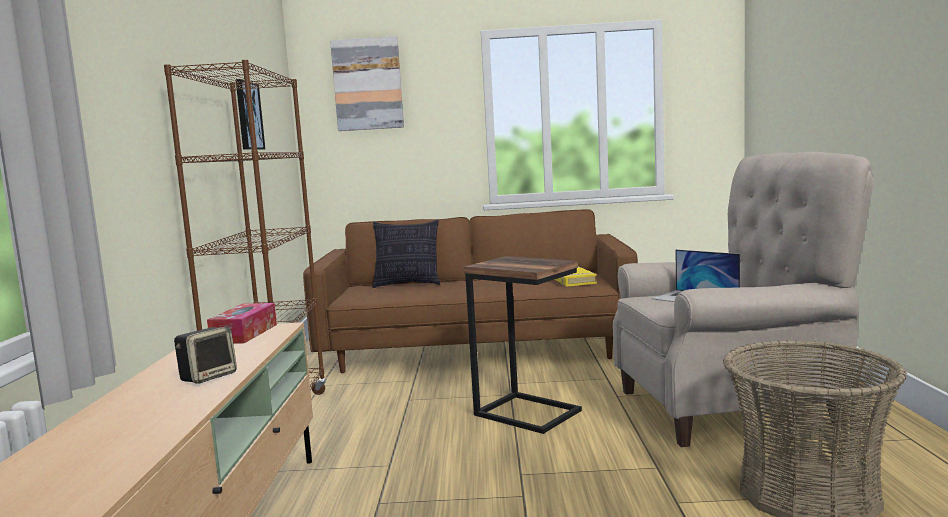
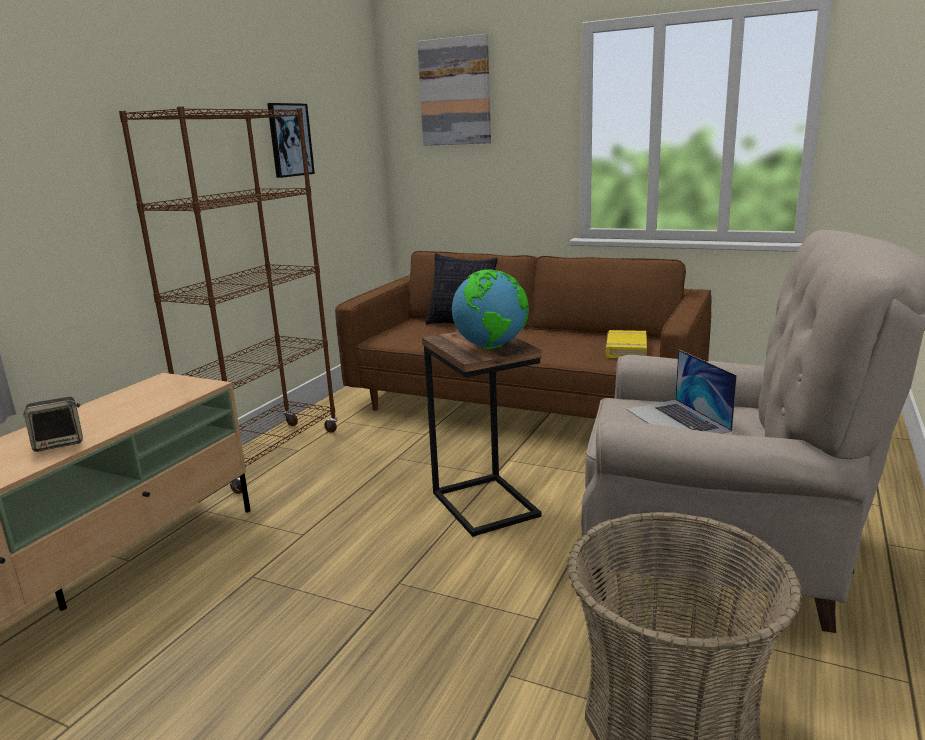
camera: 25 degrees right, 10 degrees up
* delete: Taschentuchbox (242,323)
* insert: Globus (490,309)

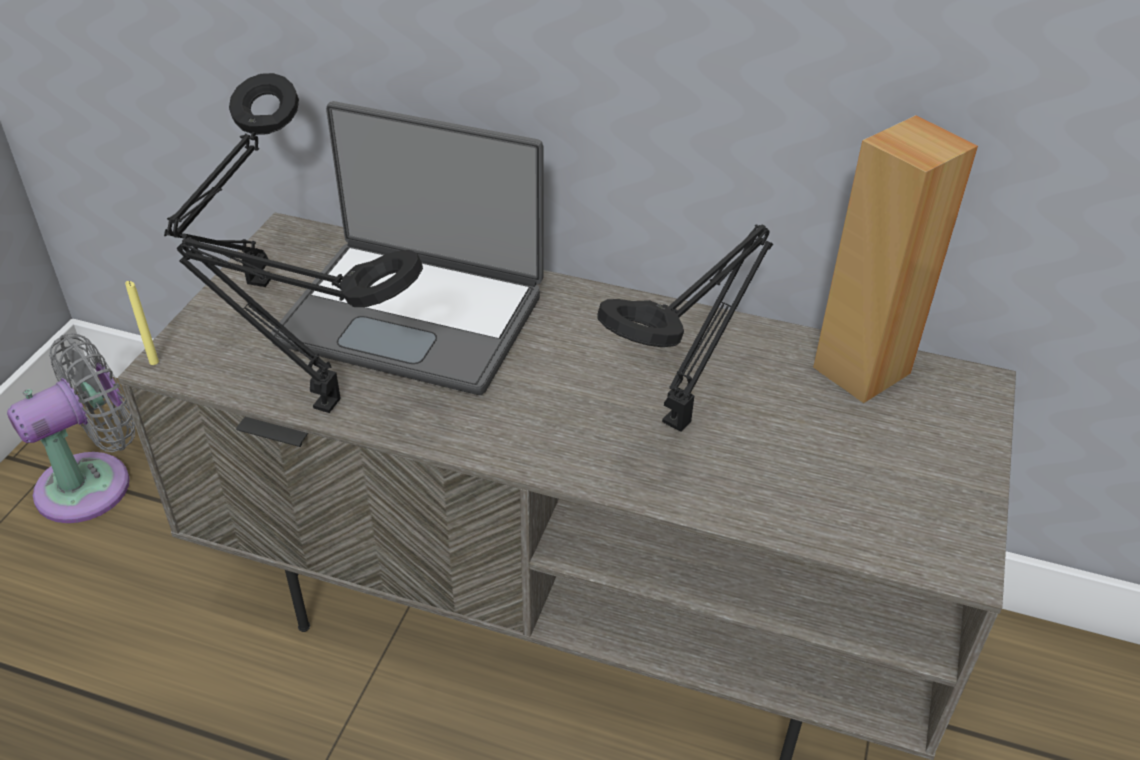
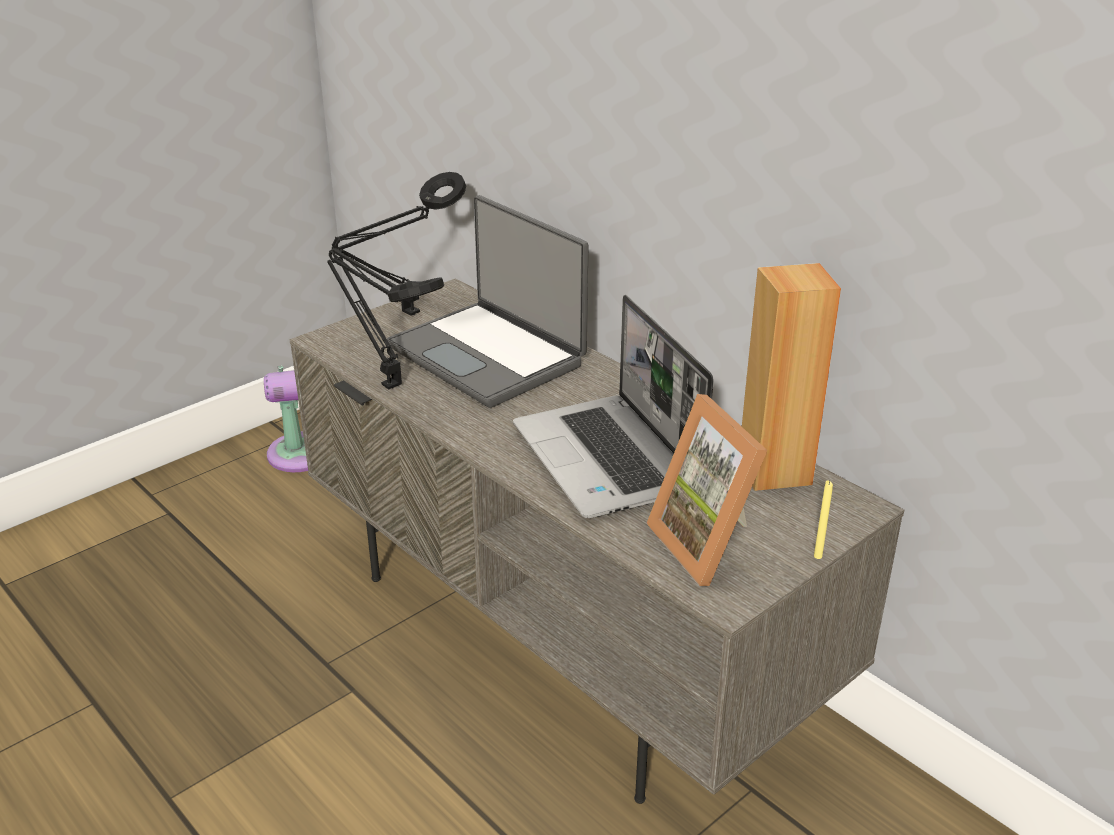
camera: 30 degrees right, 10 degrees down
* move: Kerze (gelb) (142,323) to (823,519)
* replace: Tischlampe (schwarz) (685,328) to Laptop (613,406)
* insert: Bilderrahmen (707,490)

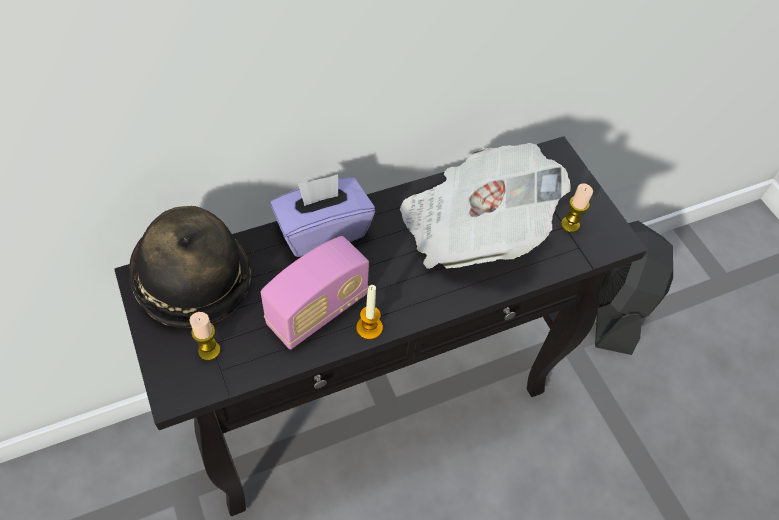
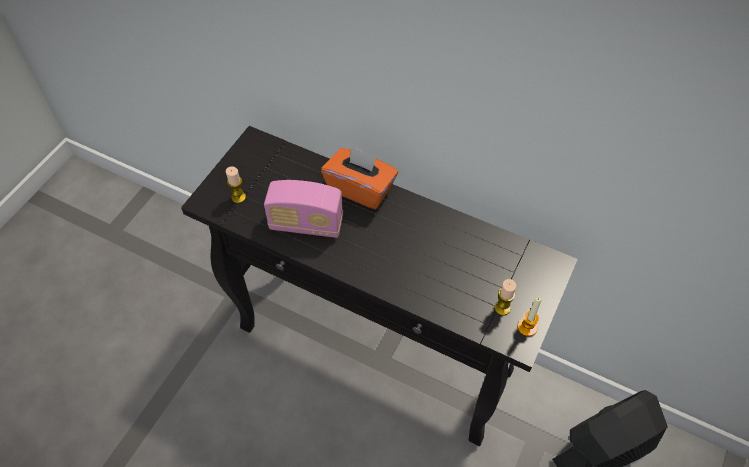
camera: 55 degrees right, 0 degrees up
* delete: Hut (190,267)
* recolor: Taschentuchbox (lila) (322,215) to Taschentuchbox (orange) (359,177)
* move: Kerze (369,312) to (529,316)
* delete: Zeitung (485,206)

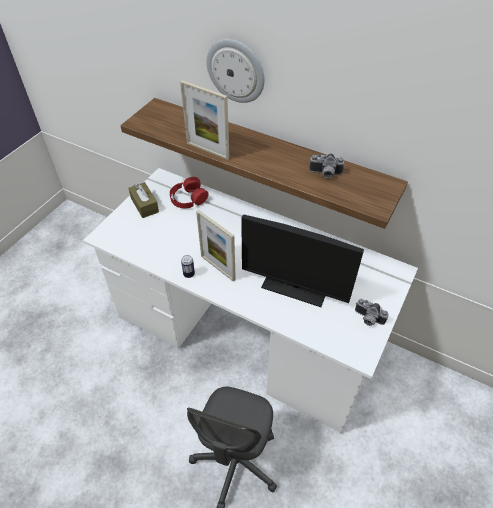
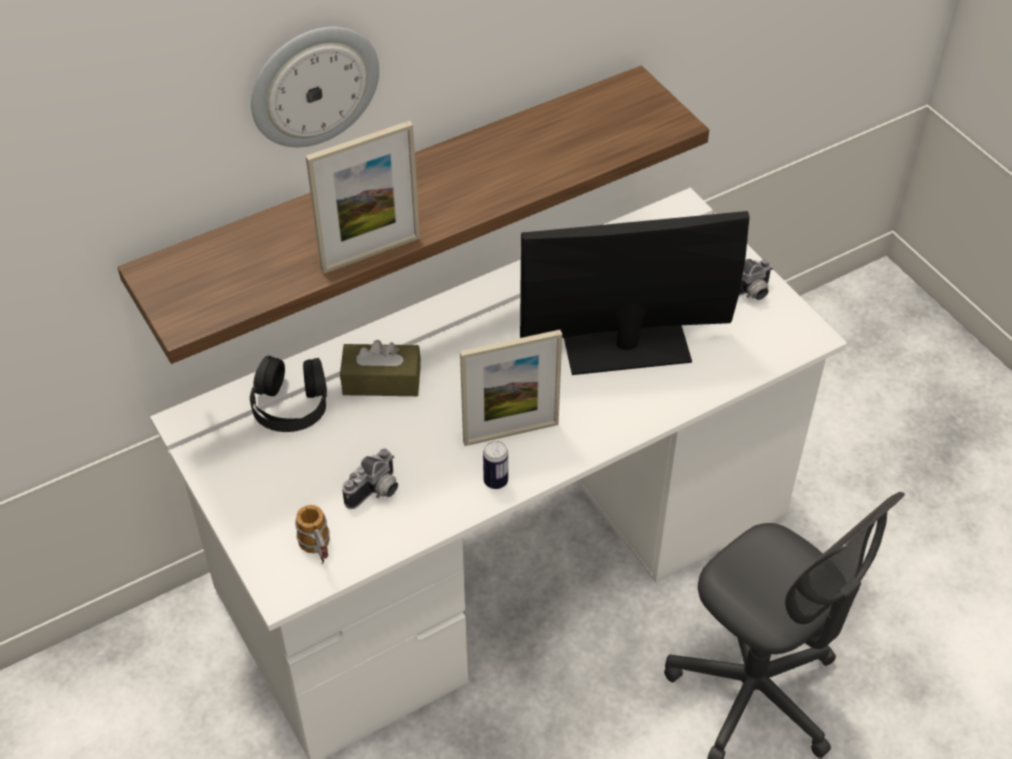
camera: 60 degrees left, 0 degrees up
* move: Taschentuchbox (braun) (143,200) to (380,368)
* recolor: Kopfhörer (rot) (189,192) to Kopfhörer (schwarz) (288,394)
* rotate: Monitor (302,261) = (635,293) 150 degrees counterclockwise
* move: Kamera (327,165) to (370,478)
* insert: Henkelbecher (312,534)

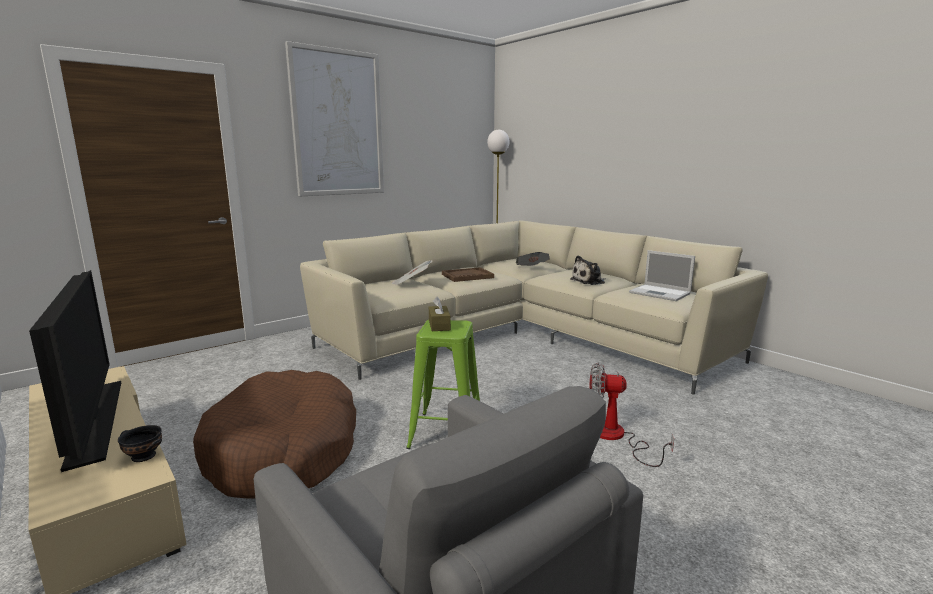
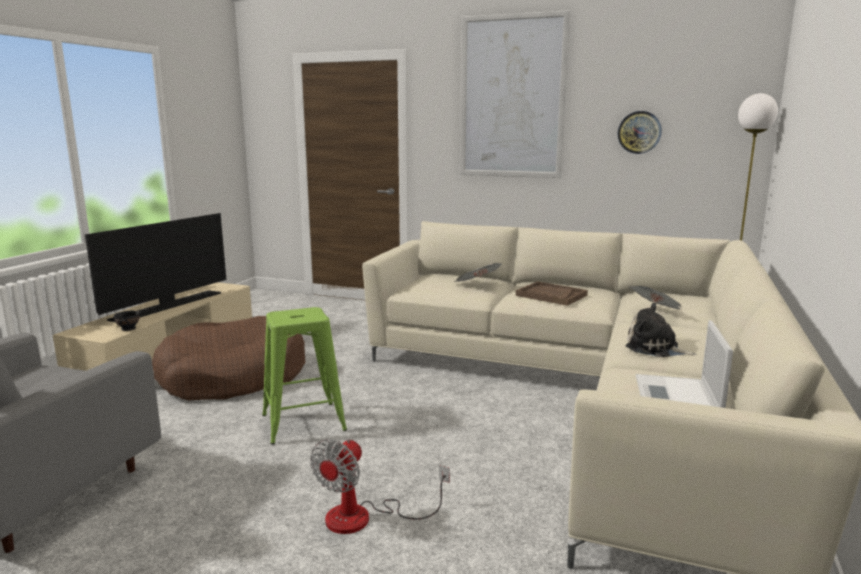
camera: 60 degrees right, 0 degrees up
* delete: Taschentuchbox (braun) (440,314)
* rotate: Ventilator (632,414) = (380,486) 135 degrees counterclockwise
* insert: Wanduhr (640,132)

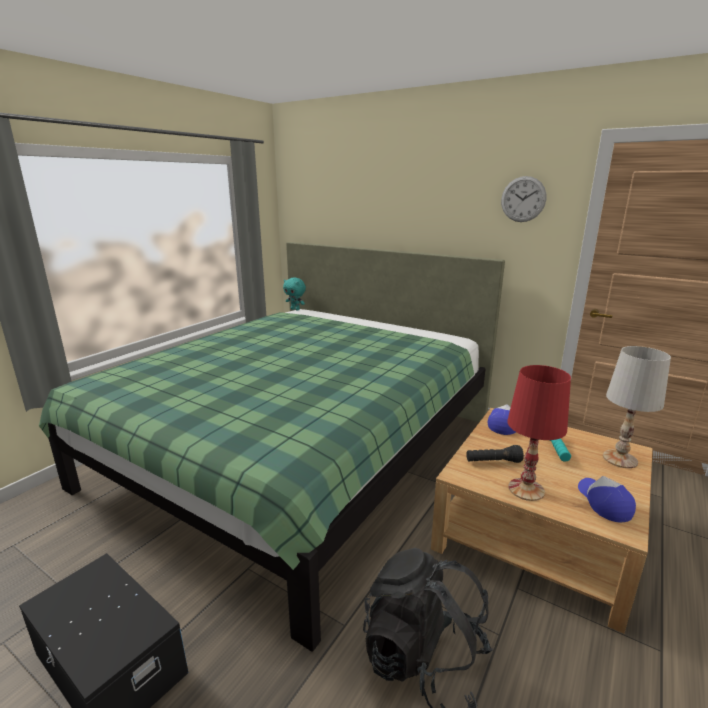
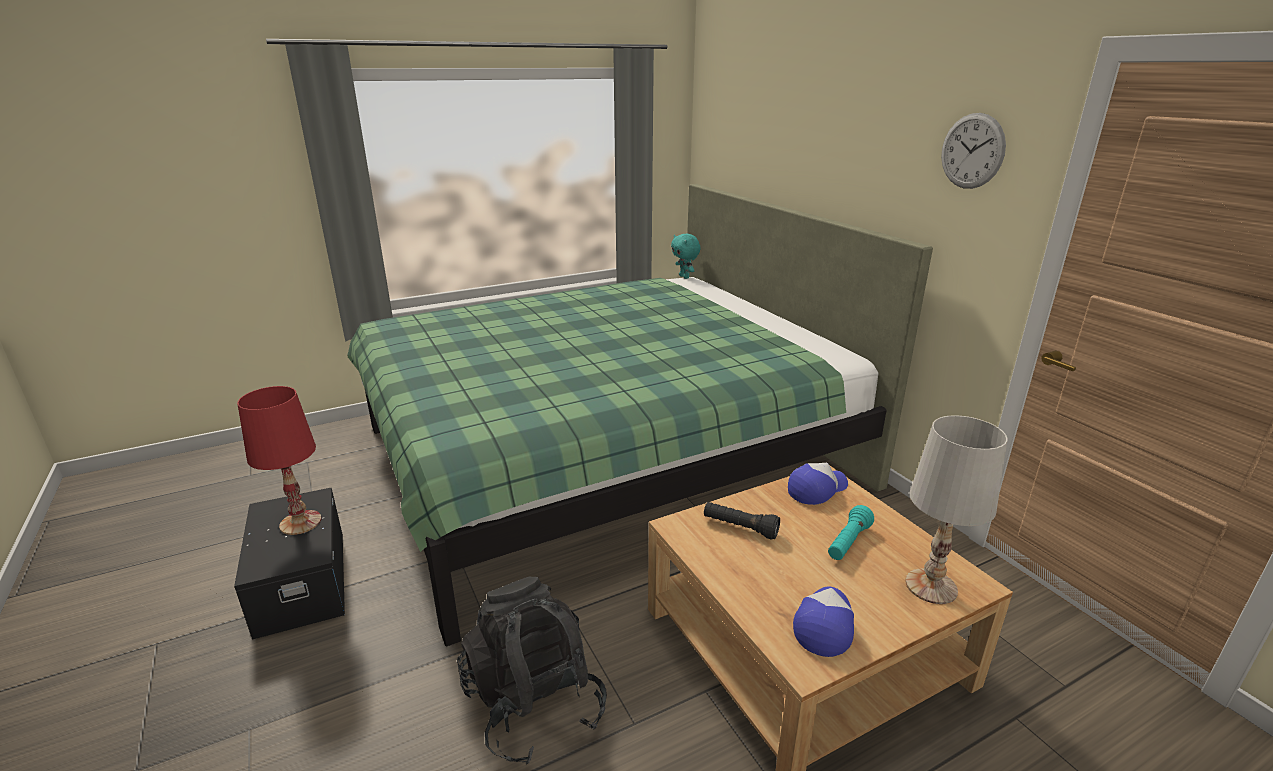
camera: 30 degrees right, 5 degrees up
* move: Tischlampe (rot) (539,433) to (279,460)

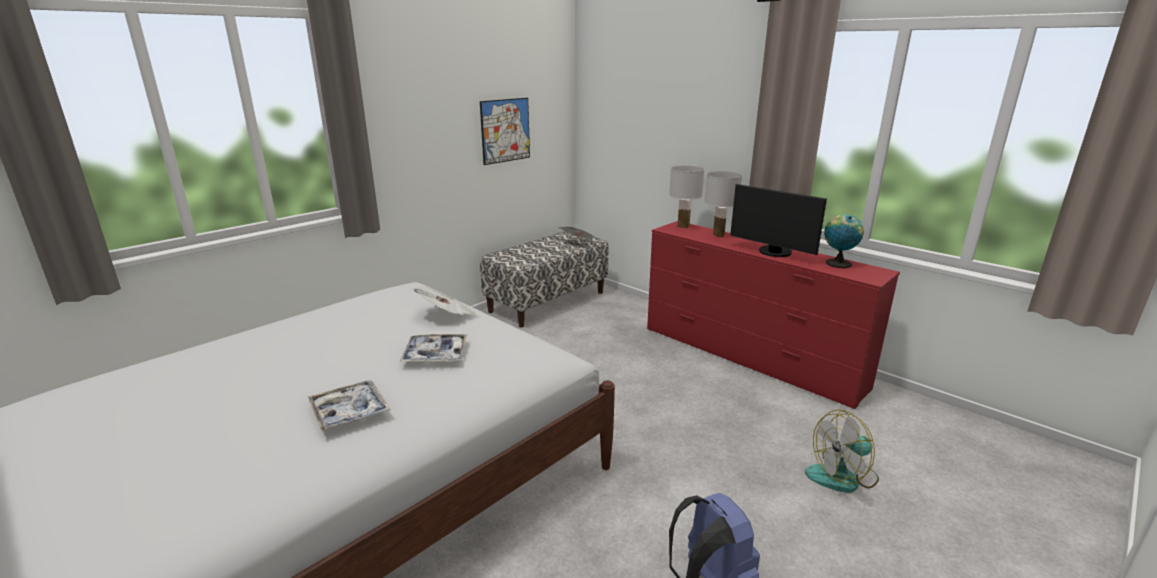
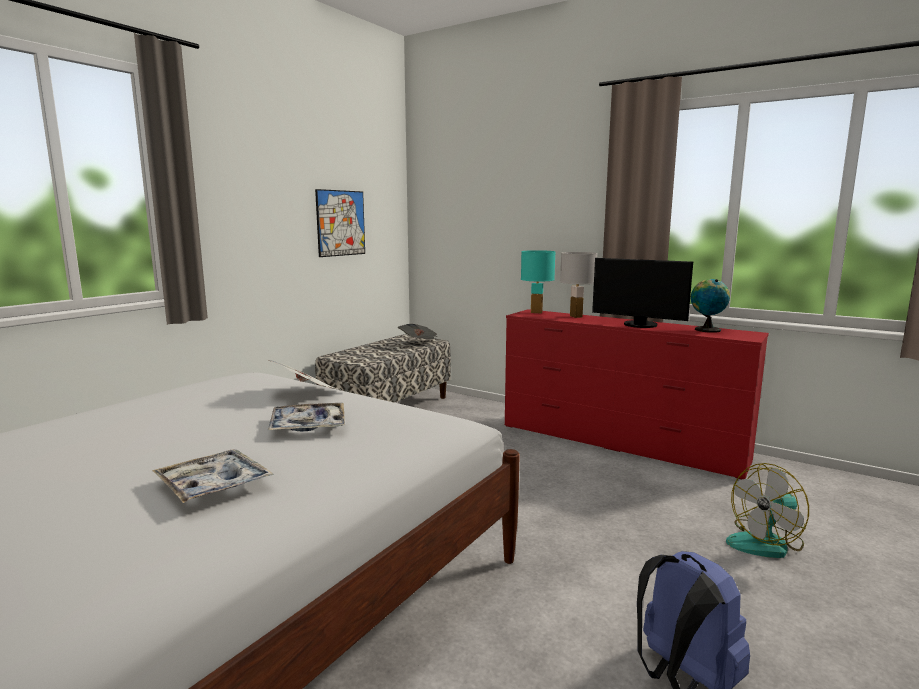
camera: 10 degrees left, 10 degrees down
* recolor: Tischlampe (weiß) (686,196) to Tischlampe (türkis) (538,281)

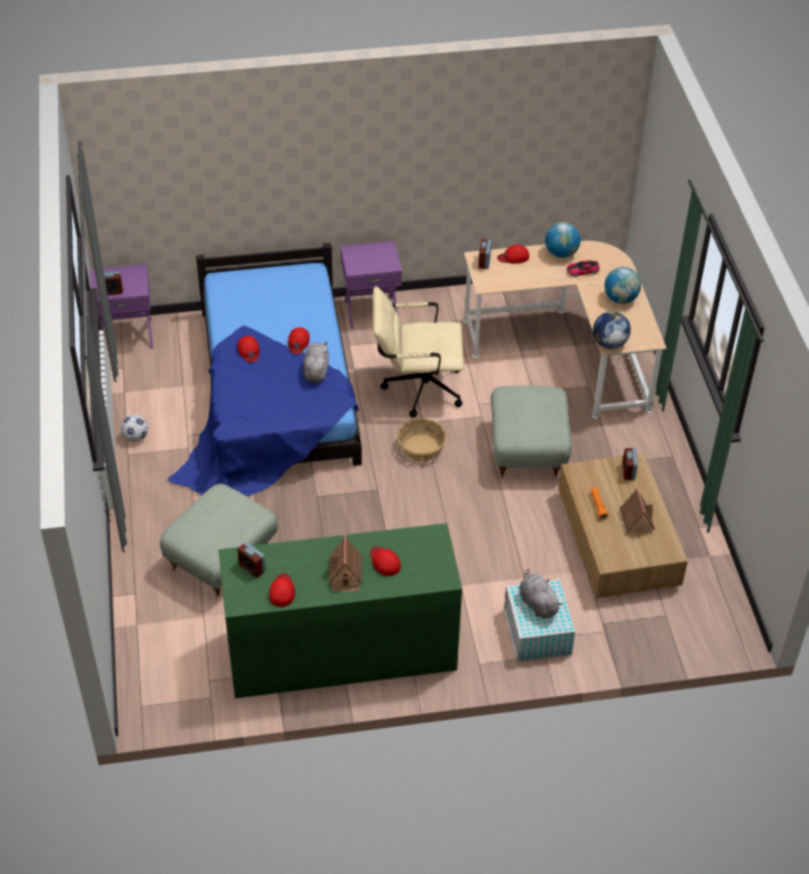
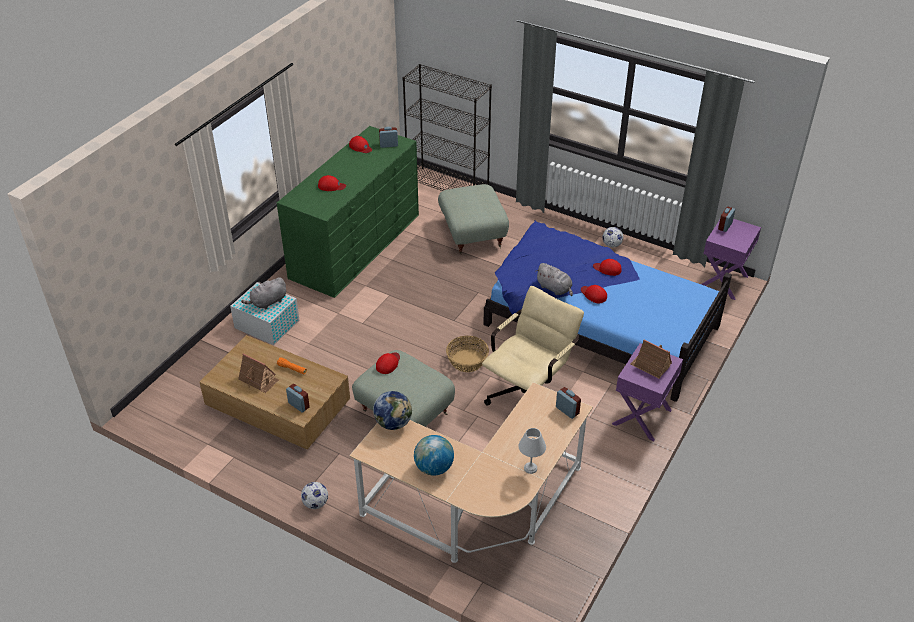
camera: 130 degrees right, 5 degrees down
* move: Spielzeughaus (345,563) to (651,359)
* move: Kappe (rot) (513,254) to (388,363)
* rotate: Plüschtier (grau) (541,593) = (263,293) 135 degrees clockwise
* replace: Globus (563,240) to Tischlampe (weiß) (532,451)
* delete: Spielzeugauto (582,268)
* insert: Fußball (314,495)
* insert: Bücherregal (schwarz) (447,127)

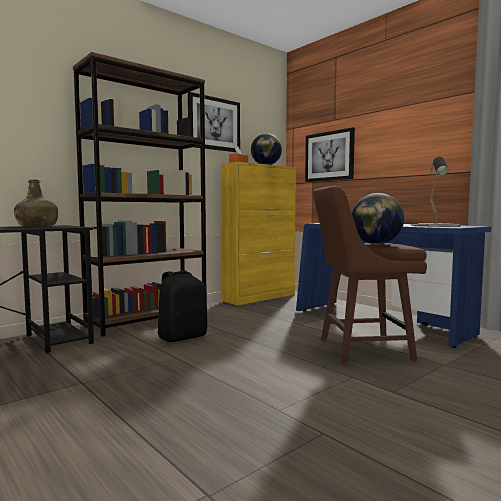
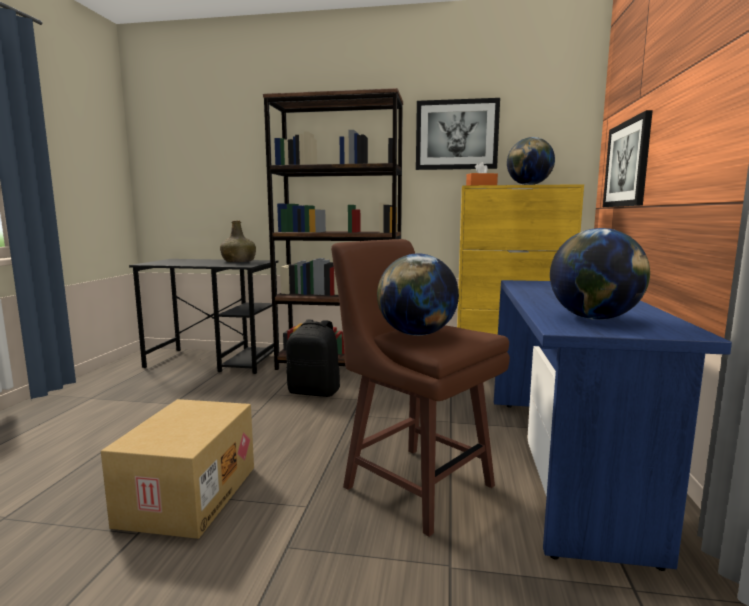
camera: 50 degrees right, 5 degrees up
* replace: Tischlampe (grau) (436,192) to Globus (600,274)
* insert: Karton (177,469)

